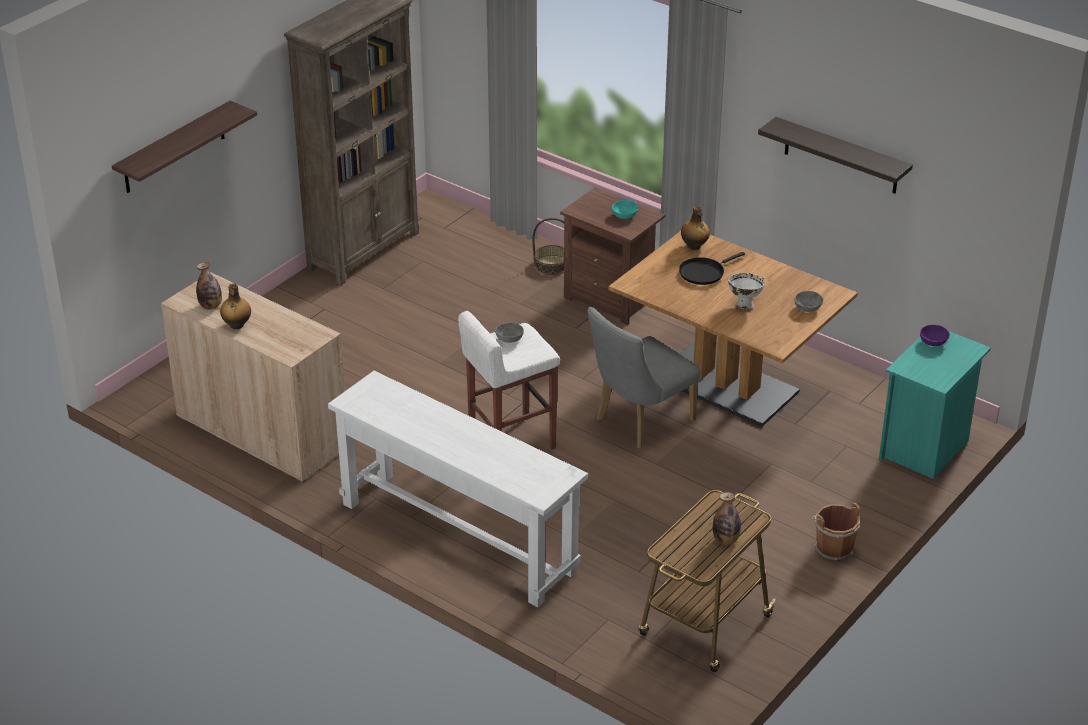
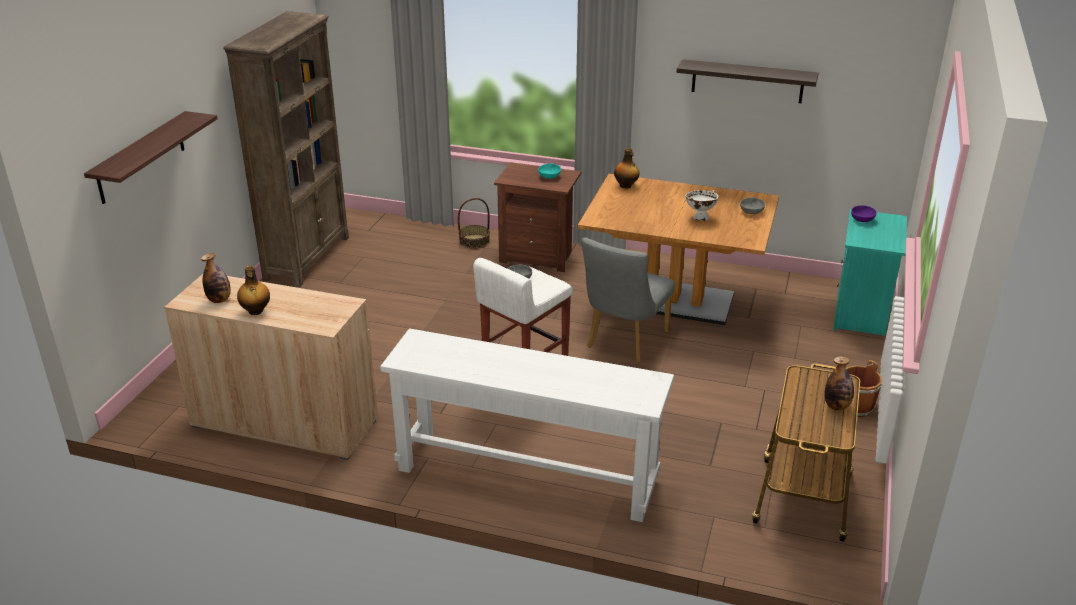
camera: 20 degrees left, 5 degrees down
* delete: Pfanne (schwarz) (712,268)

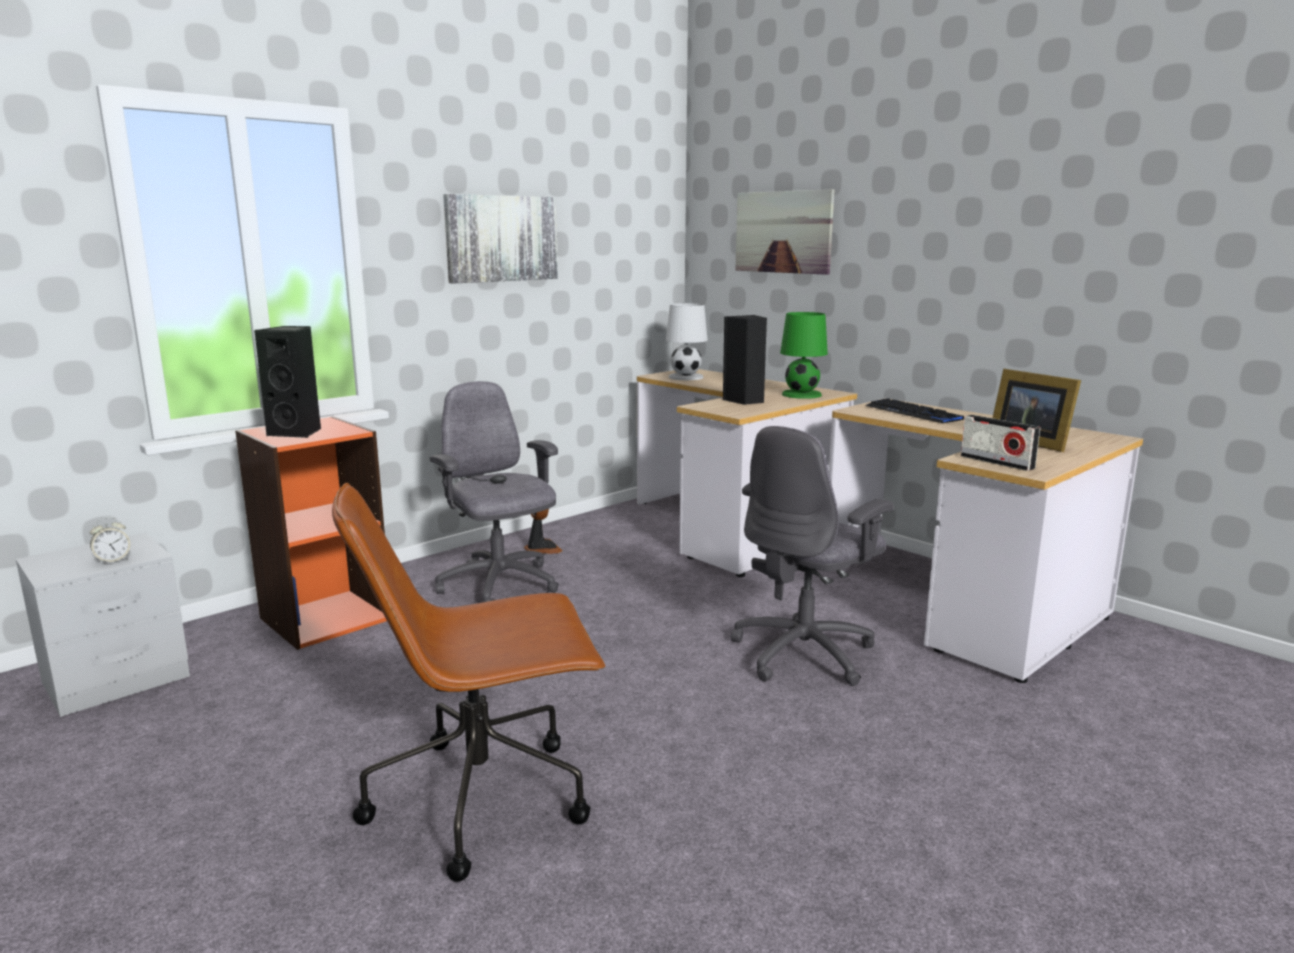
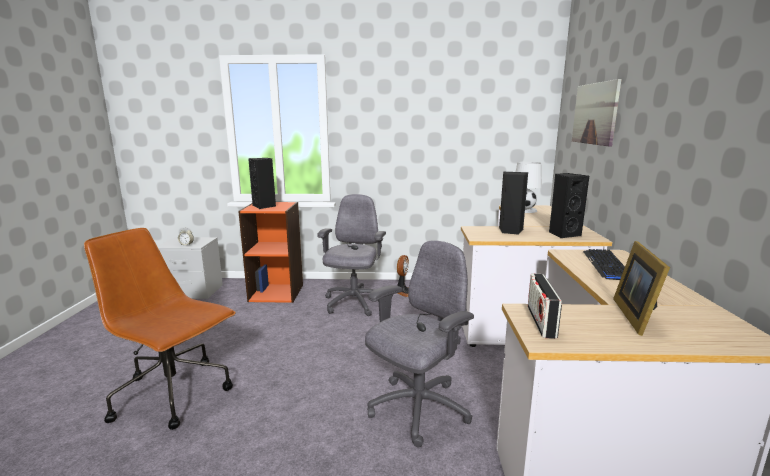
camera: 45 degrees right, 0 degrees up
* delete: Bild (500,239)
* rotate: Bürostuhl (grau) (812,556) = (419,343) 135 degrees clockwise
* replace: Tischlampe (grün) (804,355) to Lautsprecher (schwarz) (569,206)

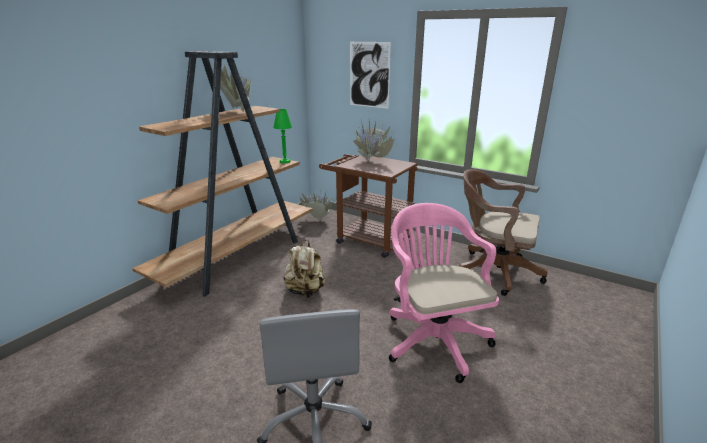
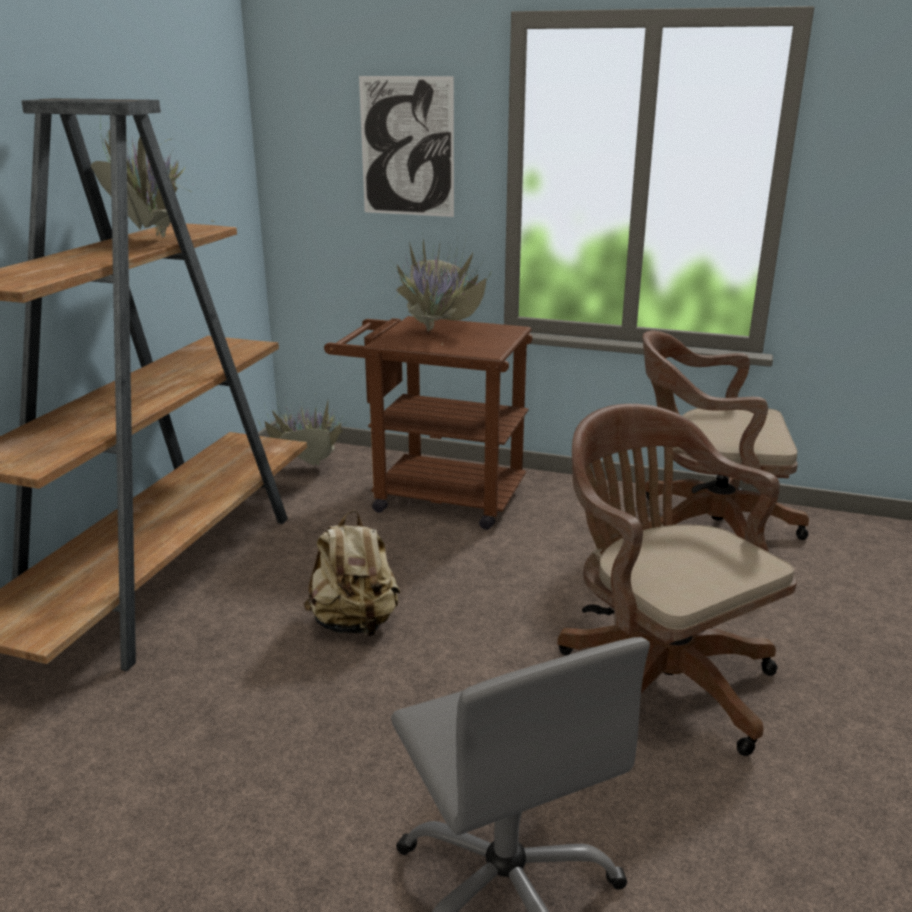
camera: 15 degrees left, 0 degrees up
* delete: Tischlampe (grün) (282,136)
* recolor: Bürostuhl (rosa) (444,293) to Bürostuhl (braun) (677,580)

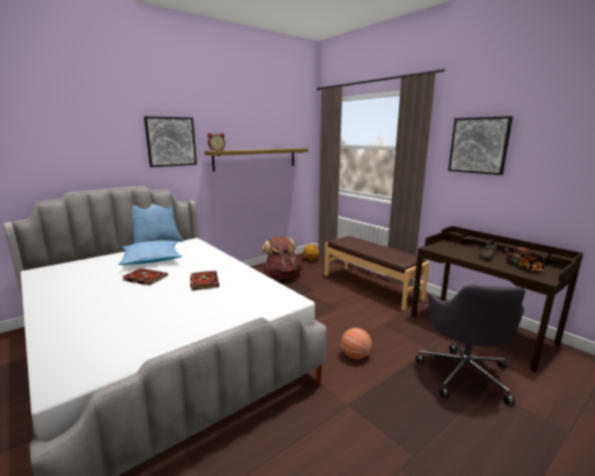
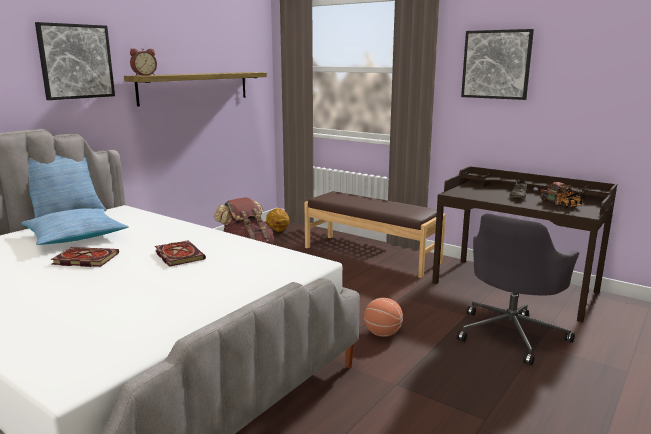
camera: 15 degrees left, 0 degrees up
* rotate: Bürostuhl (grau) (470,344) = (518,289) 45 degrees clockwise

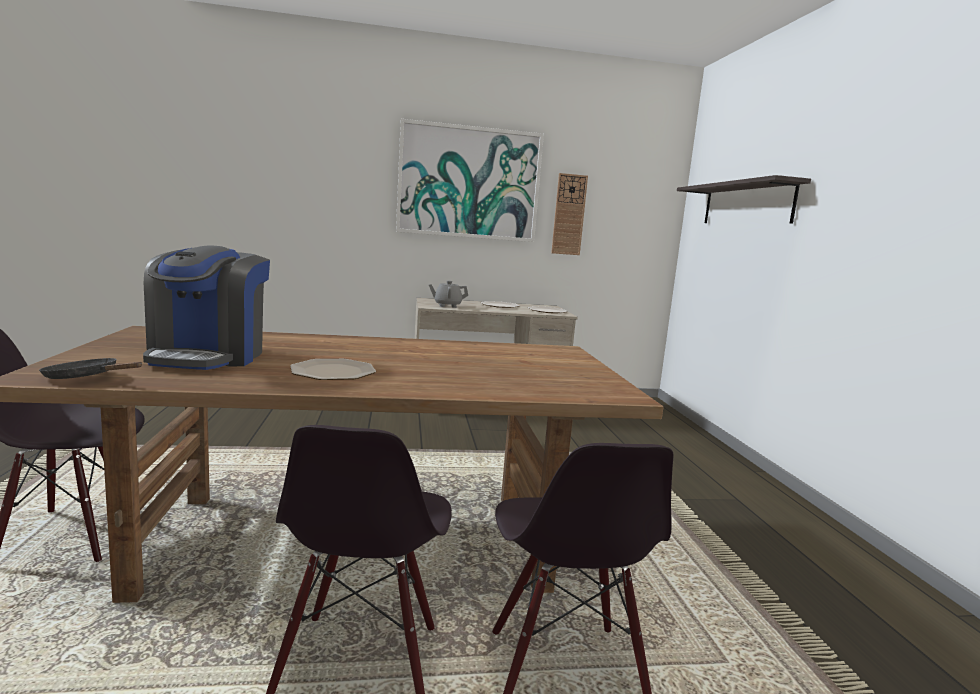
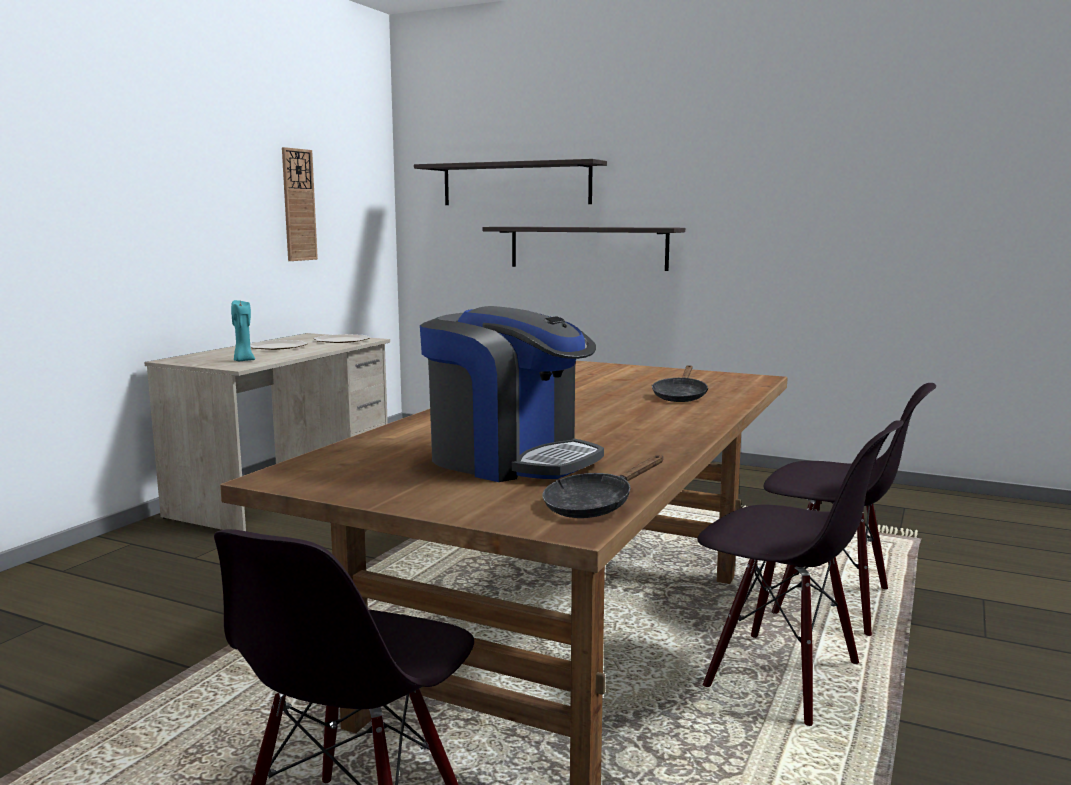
camera: 55 degrees left, 0 degrees up
* delete: Teller (333,369)
* delete: Bild (470,180)
* replace: Teekanne (grau) (448,294) to Kerze (türkis) (243,330)
* insert: Wandregal (584,249)
* insert: Pfanne (schwarz) (680,383)

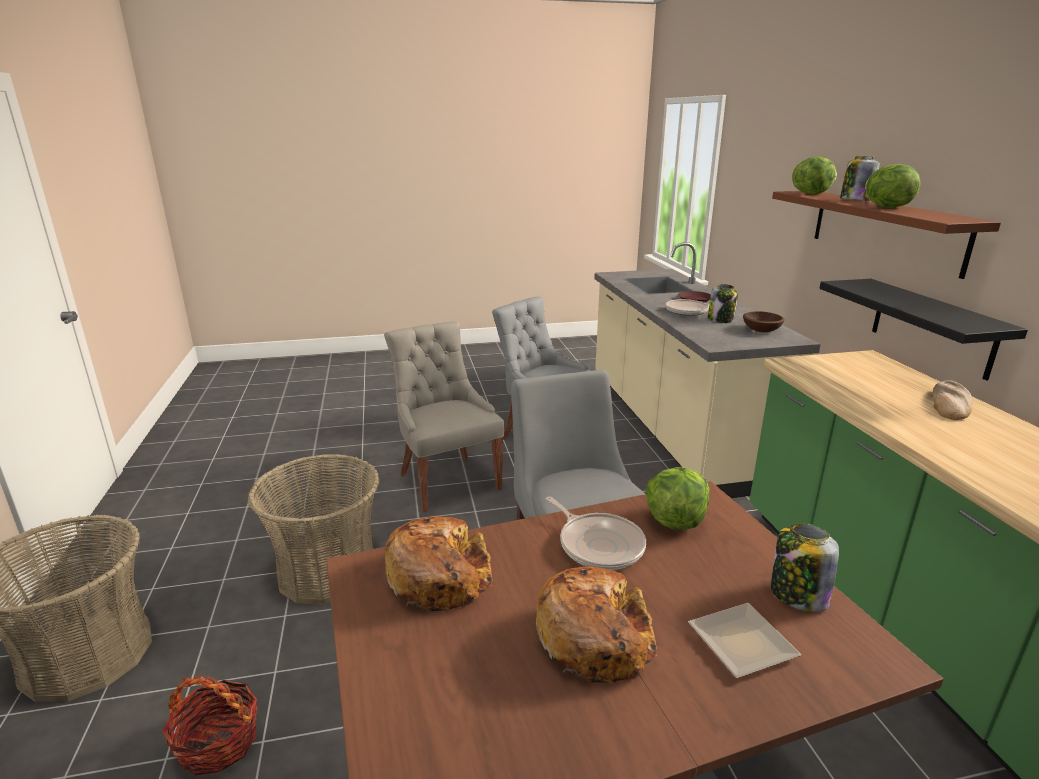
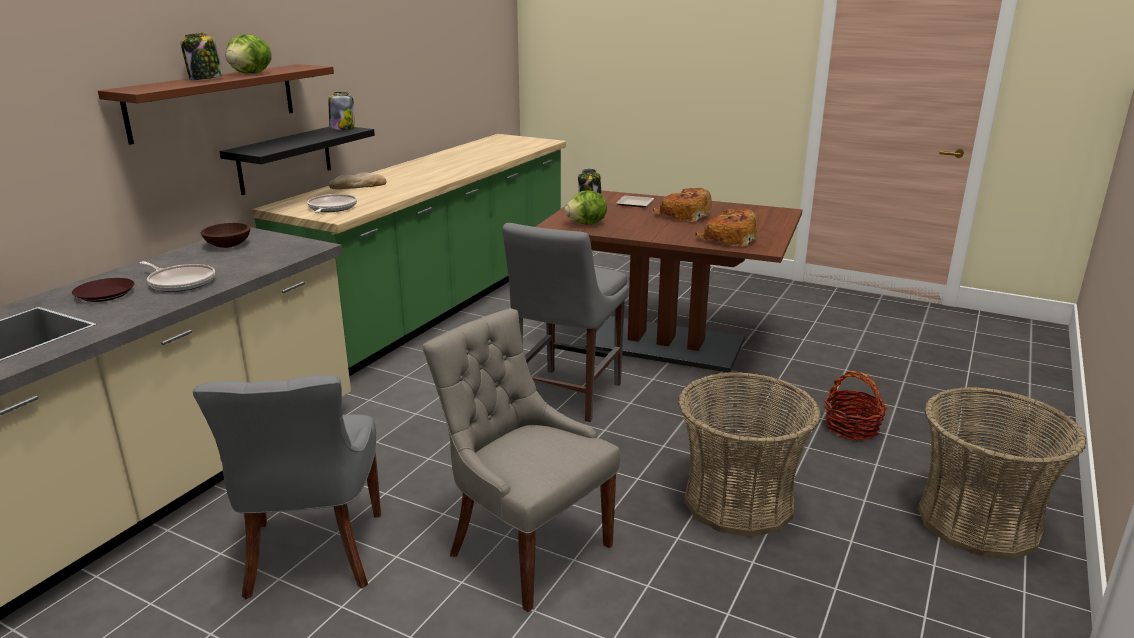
camera: 140 degrees left, 0 degrees up
* rotate: Stuhl (grau) (444,417) = (521,460) 120 degrees clockwise
* move: Pfanne (596,533) to (332,203)
* move: Vorratsglas (723,303) to (341,111)
* delete: Salatkopf (814,175)

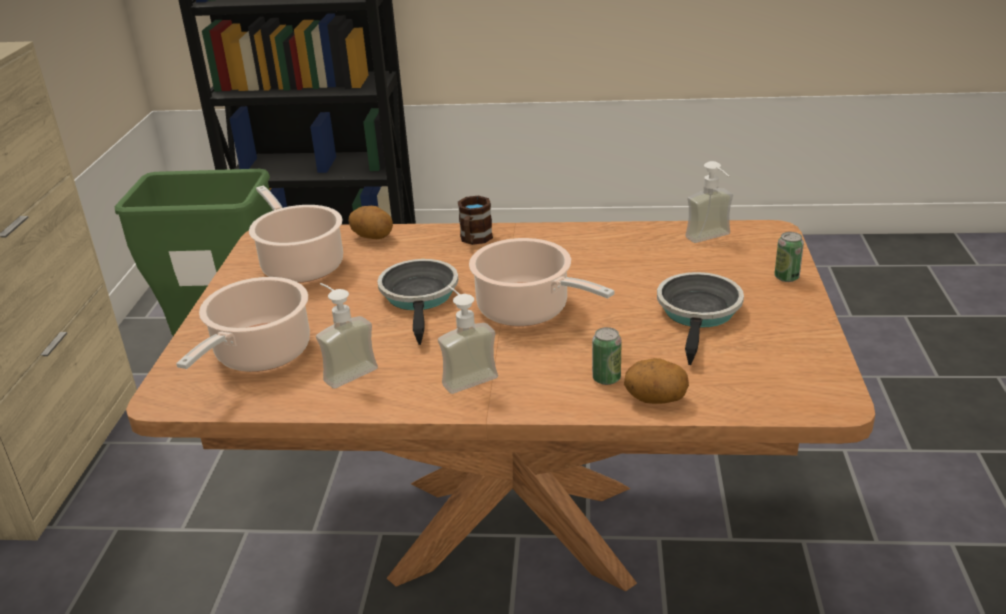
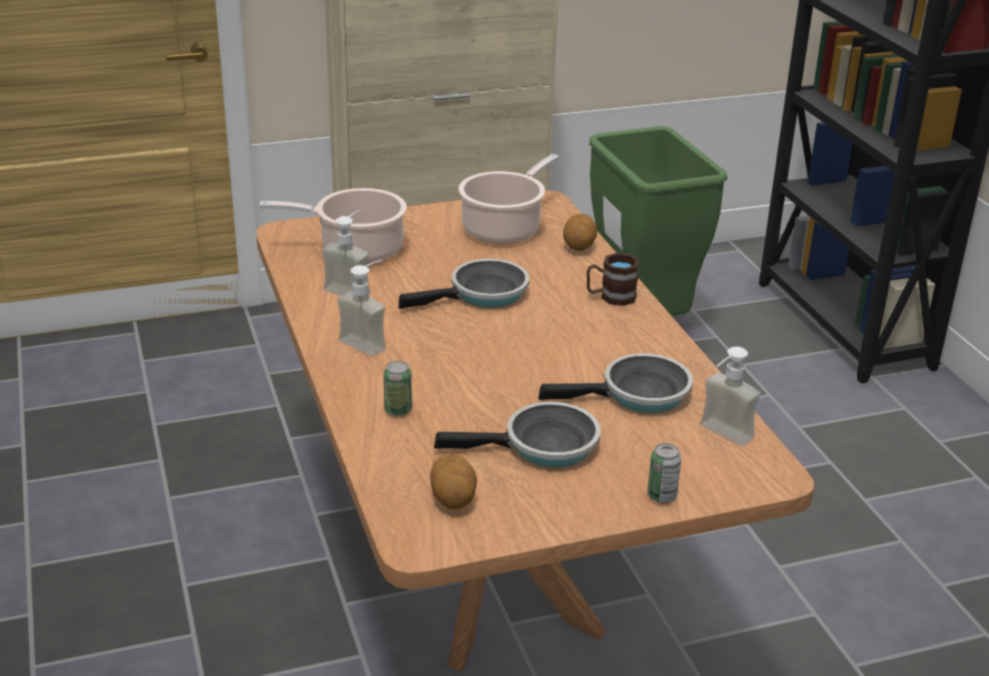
camera: 65 degrees right, 0 degrees up
* delete: Kochtopf (542,282)
* move: Kartoffel (656,381) to (453,482)
* insert: Pfanne (615,383)

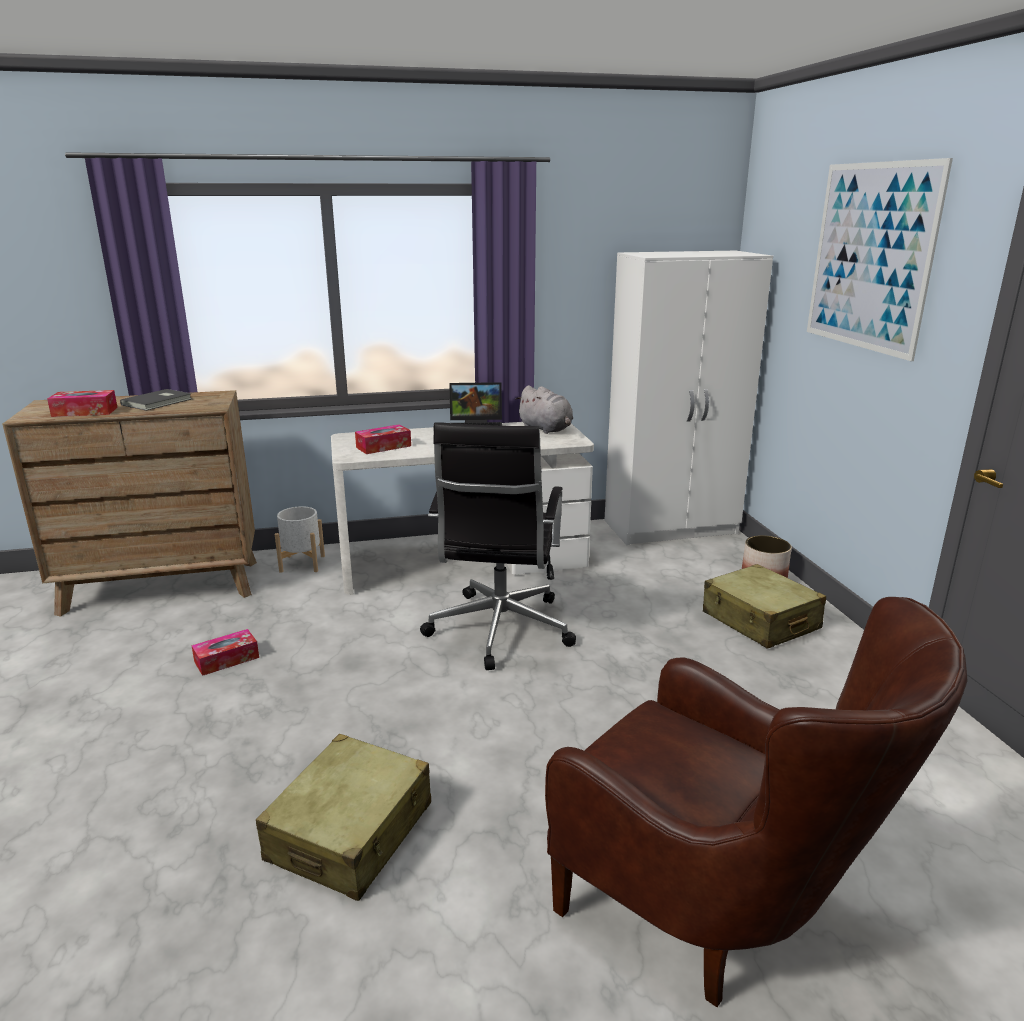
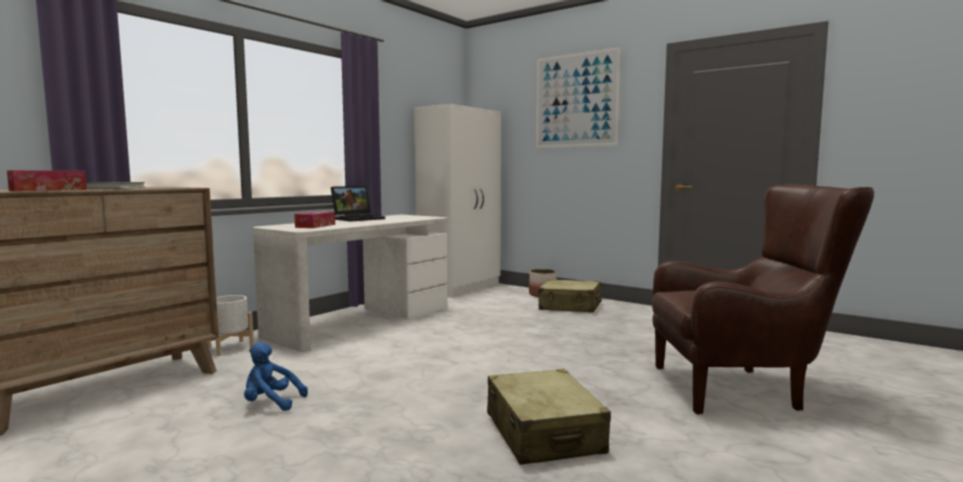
camera: 40 degrees left, 15 degrees down
* replace: Taschentuchbox (225,652) to Plüschtier (blau) (276,376)
* delete: Bürostuhl (schwarz) (498,546)
* delete: Plüschtier (grau) (544,409)

